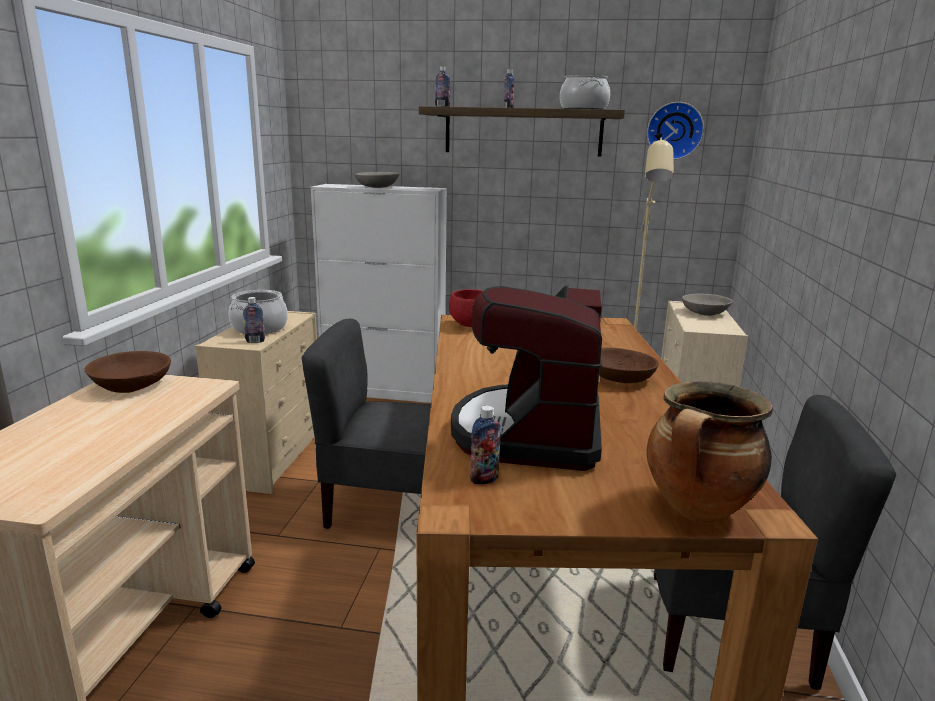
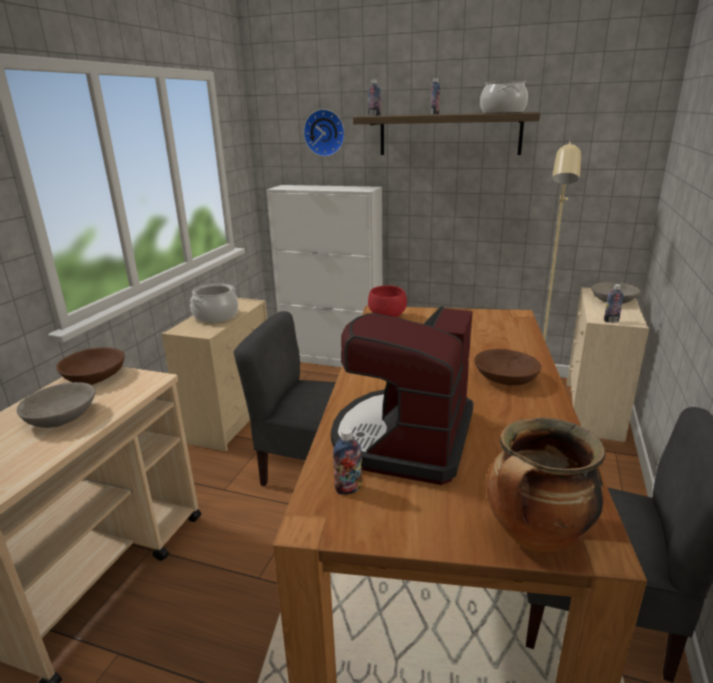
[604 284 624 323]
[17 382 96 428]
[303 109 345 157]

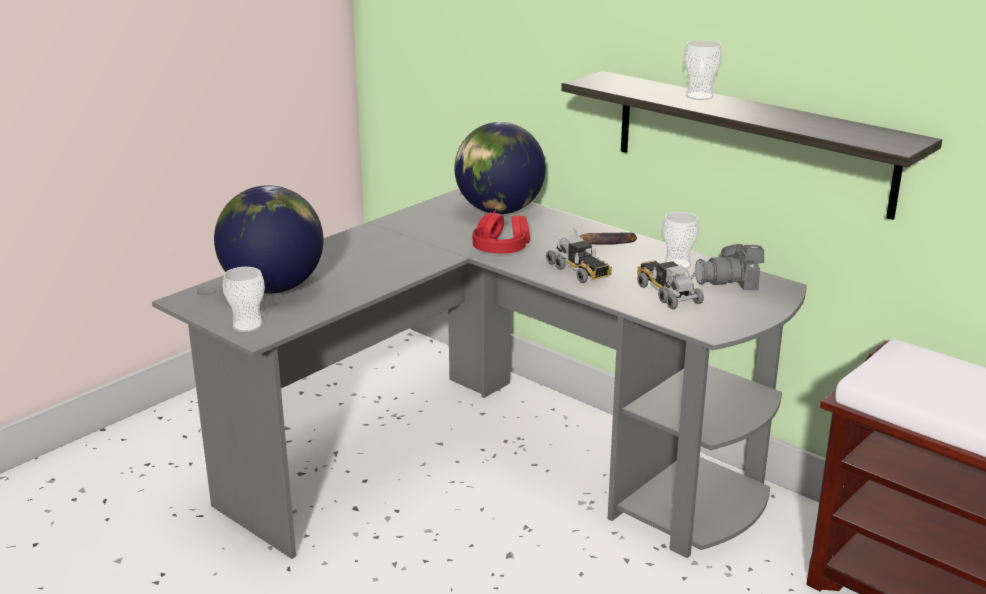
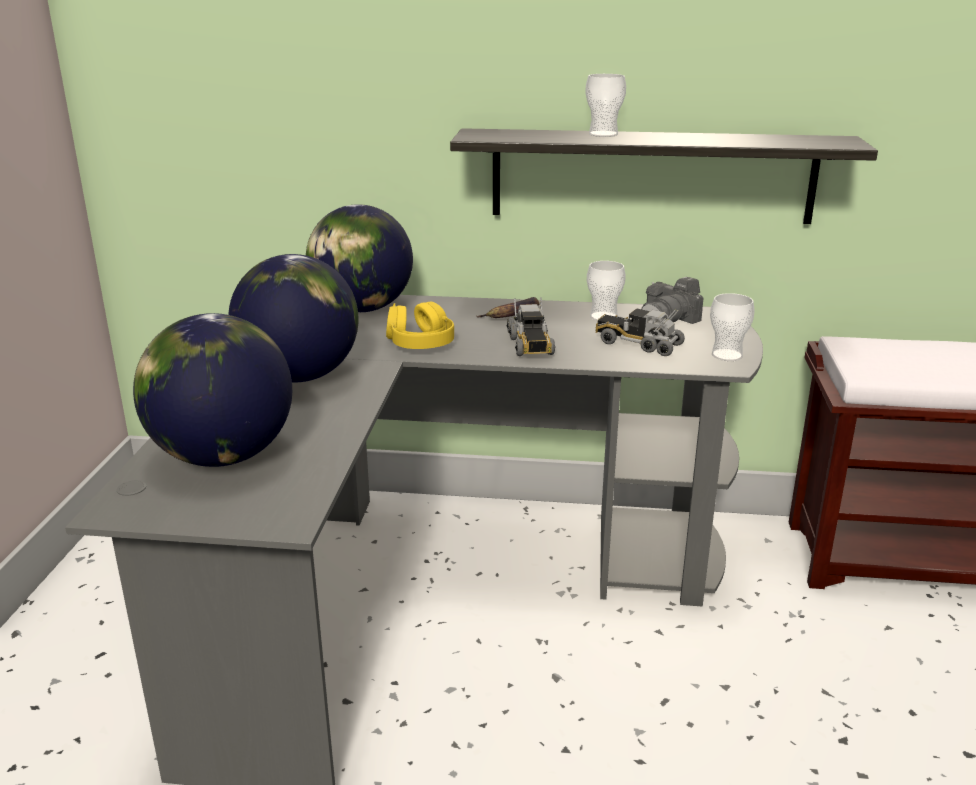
[228 254 359 383]
[710 293 755 361]
[386 302 454 349]
[506 297 556 356]

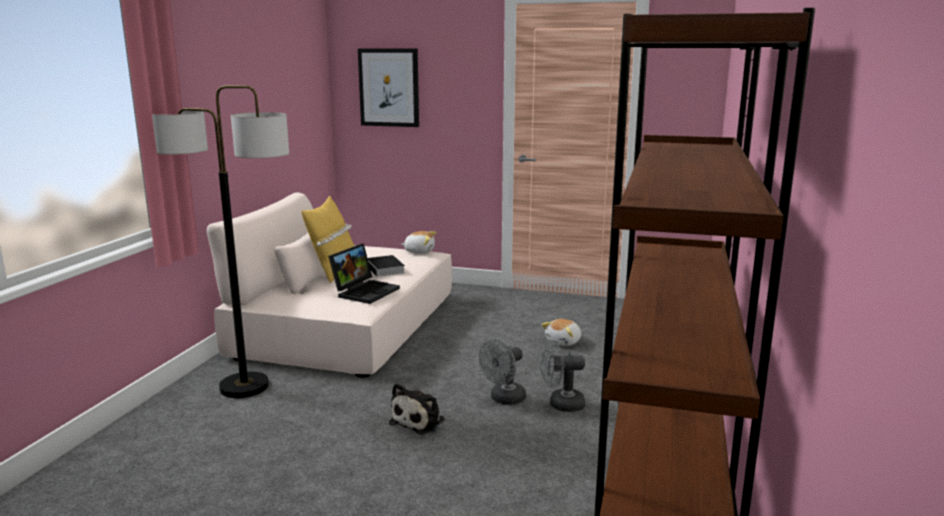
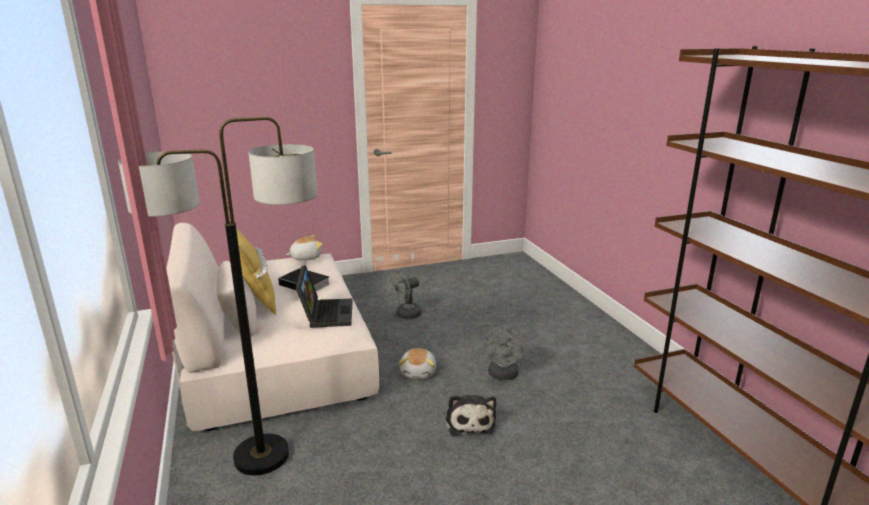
[358 48 419 127] (first image)
[386 271 422 319]
[398 348 436 379]

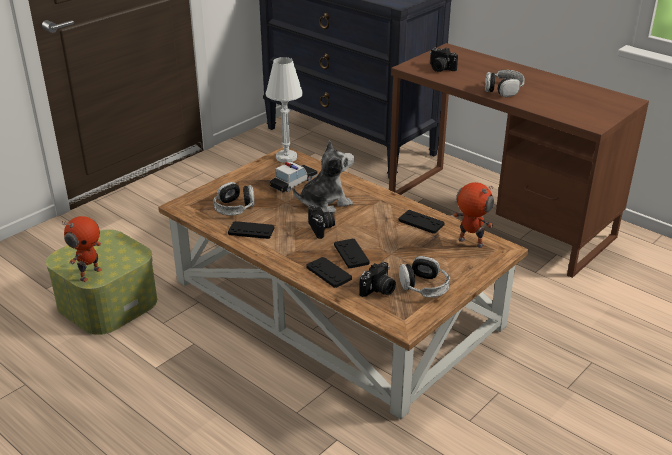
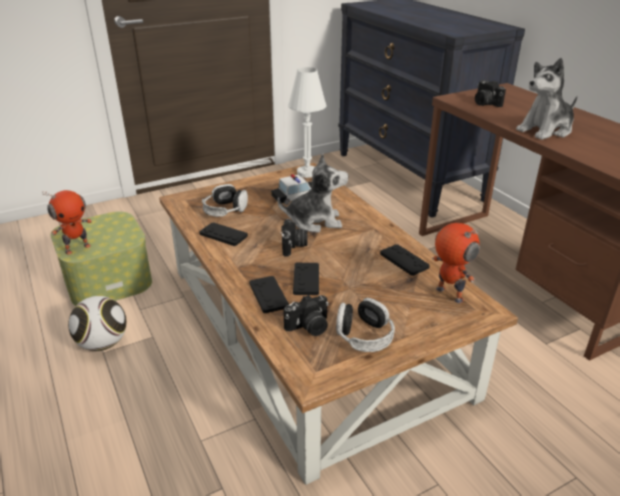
[68 296 126 351]
[516 58 578 140]

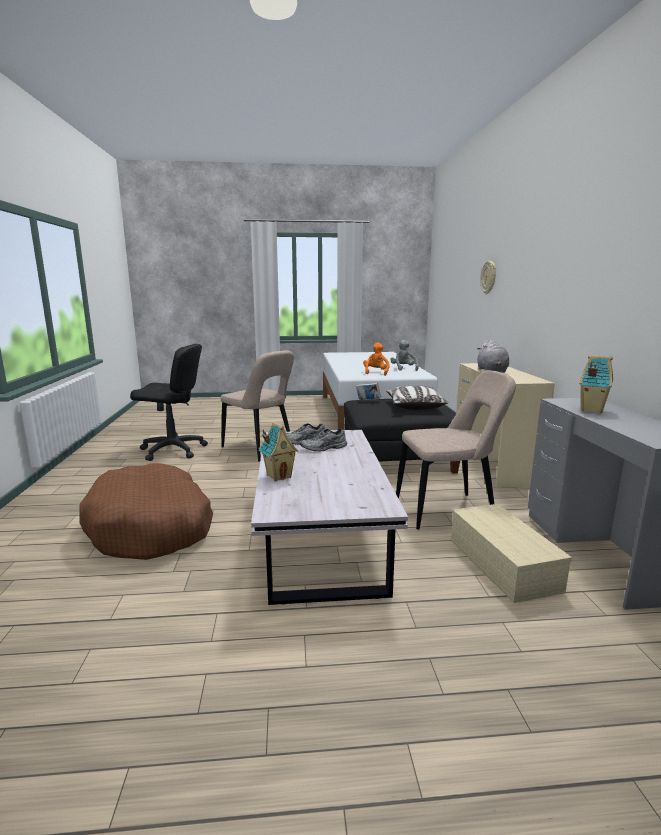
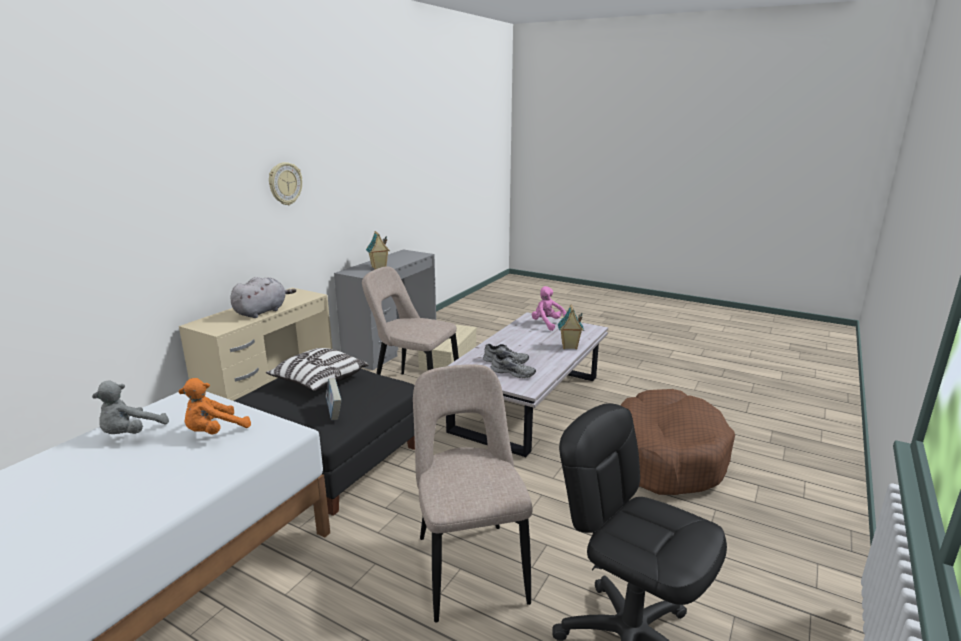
[532 286 567 331]
[269 162 302 205]

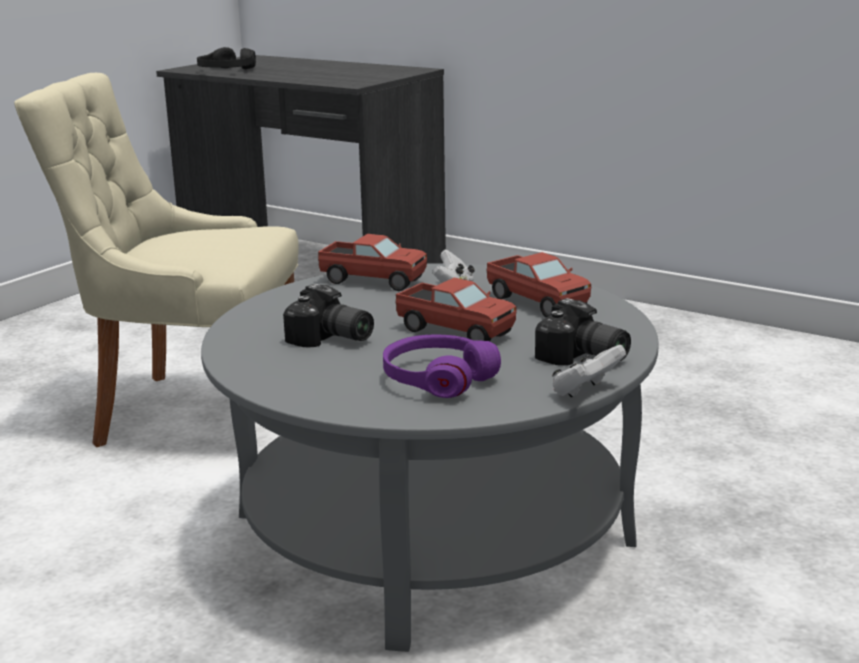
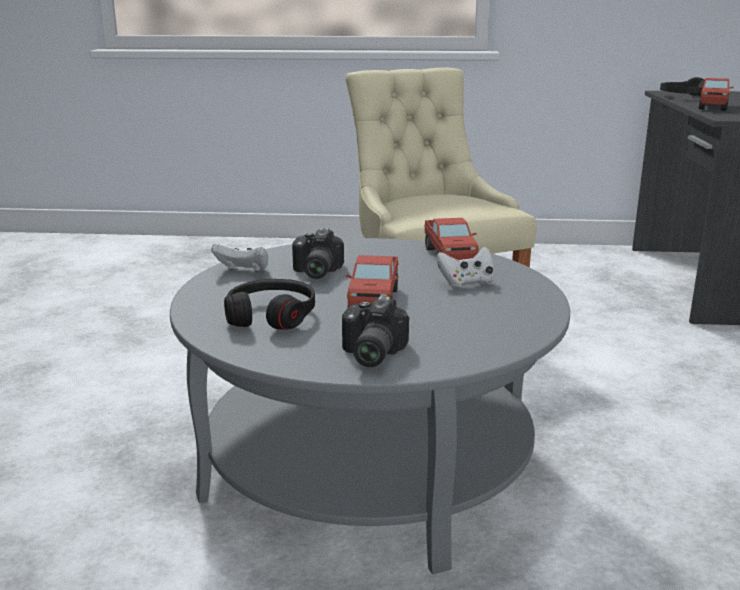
[699 78 734 111]
[212 244 268 272]
[224 279 315 330]

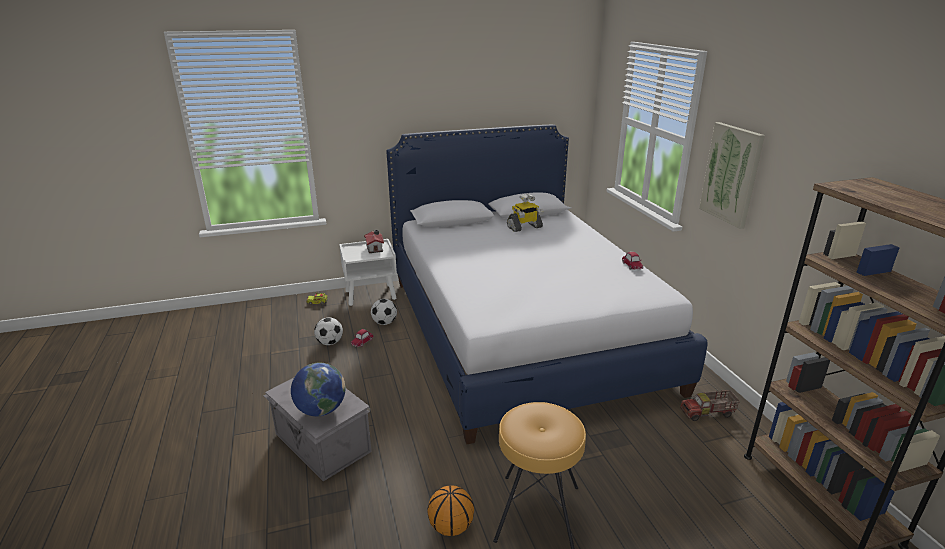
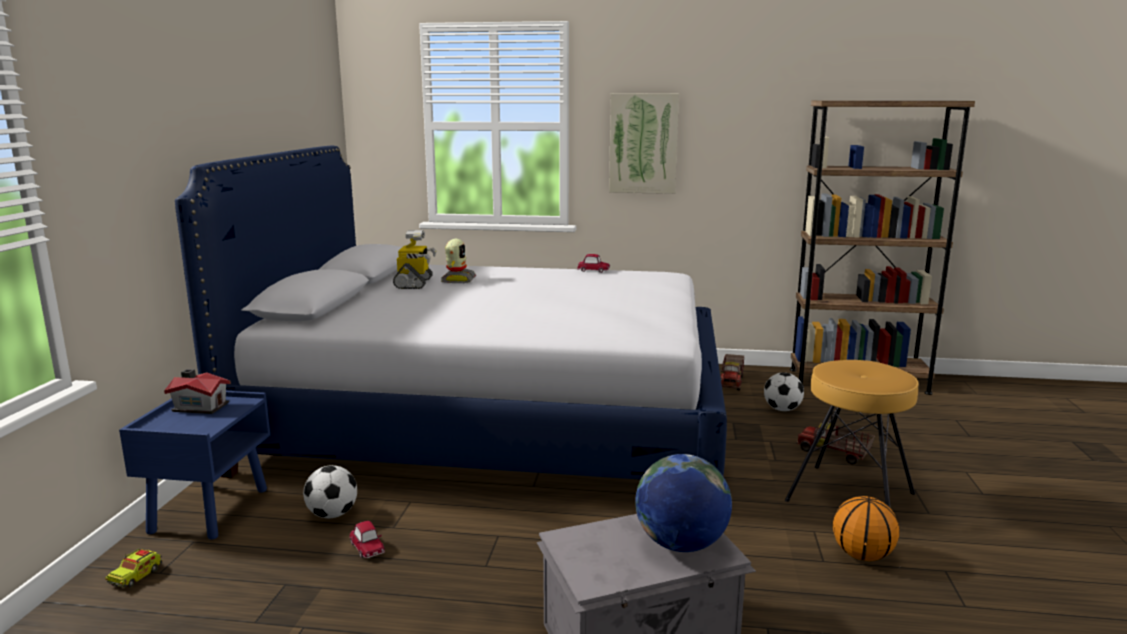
[441 239 476 283]
[797 422 875 464]
[764 372 804 411]
[119 391 270 539]

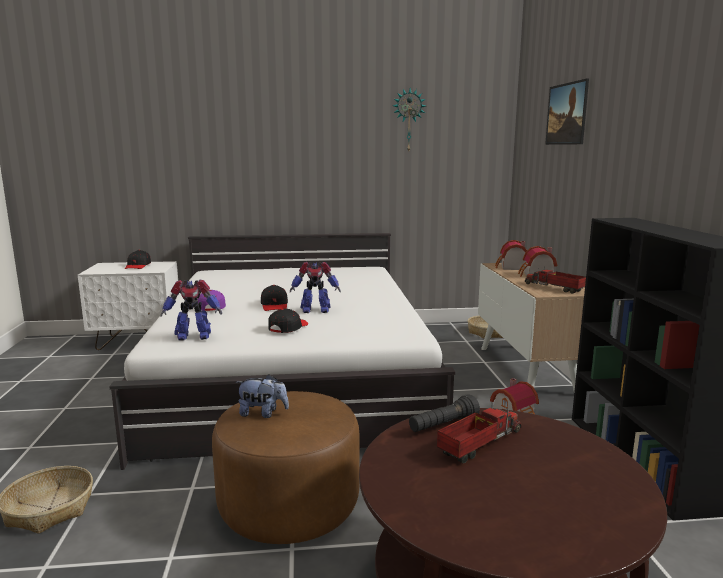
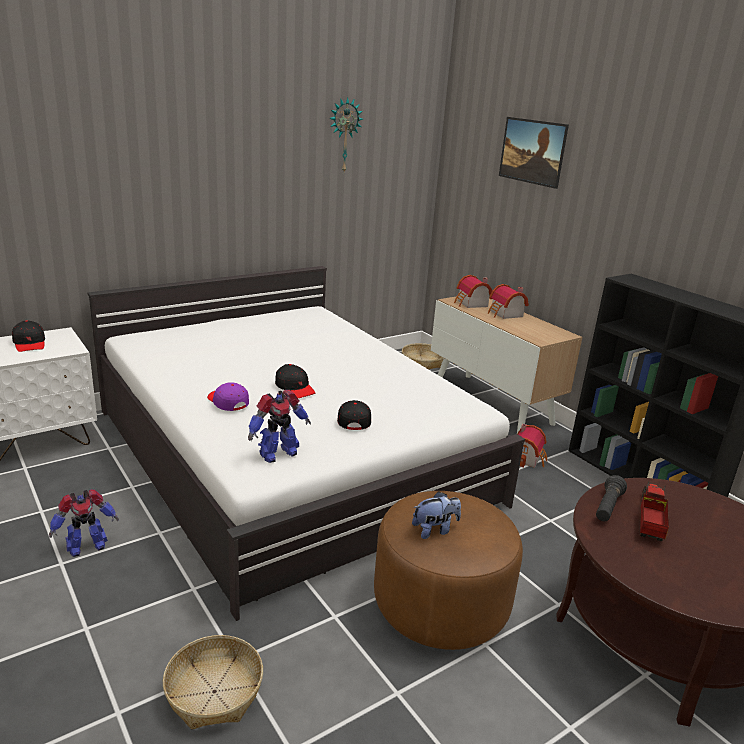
[525 267 586 294] (first image)
[49 489 119 557]

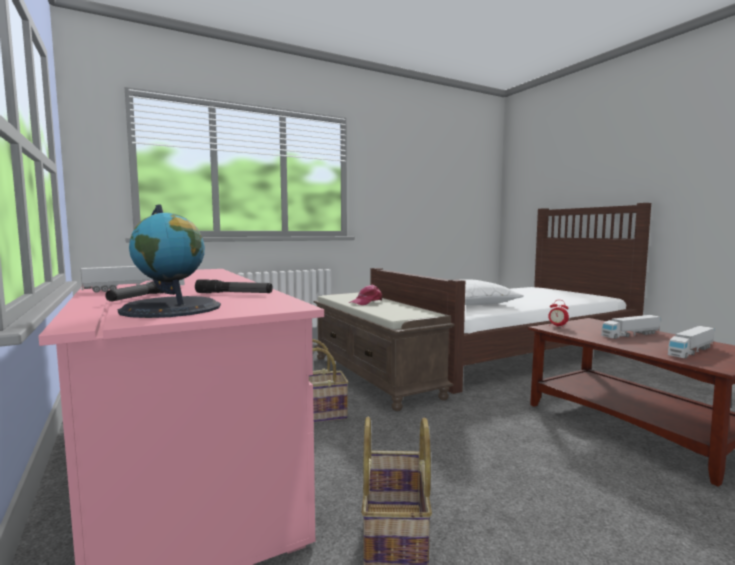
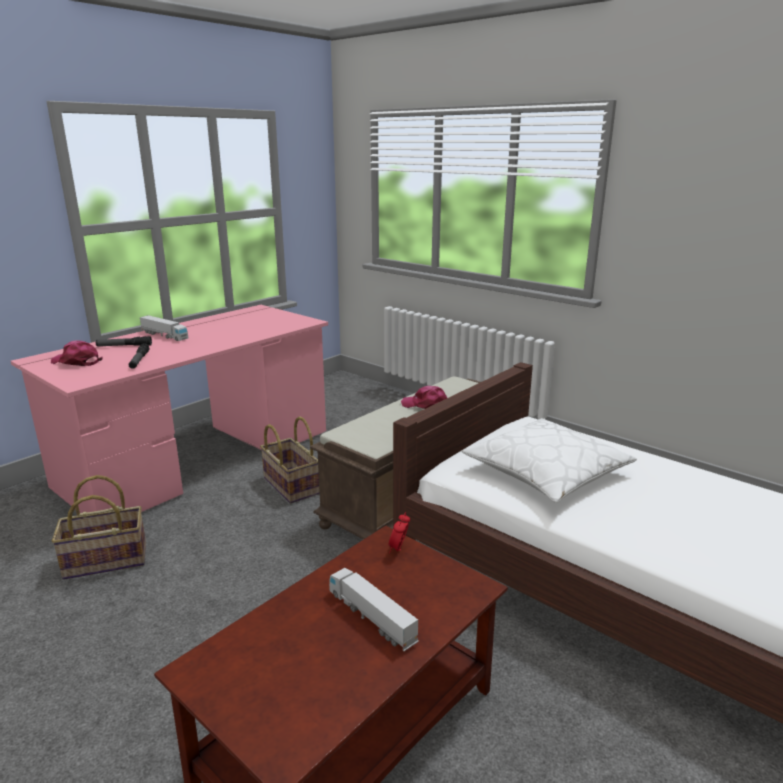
[668 326 714 358] (first image)
[51 341 102 366]

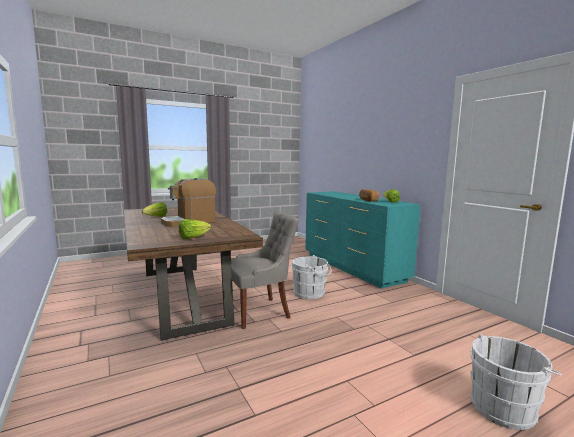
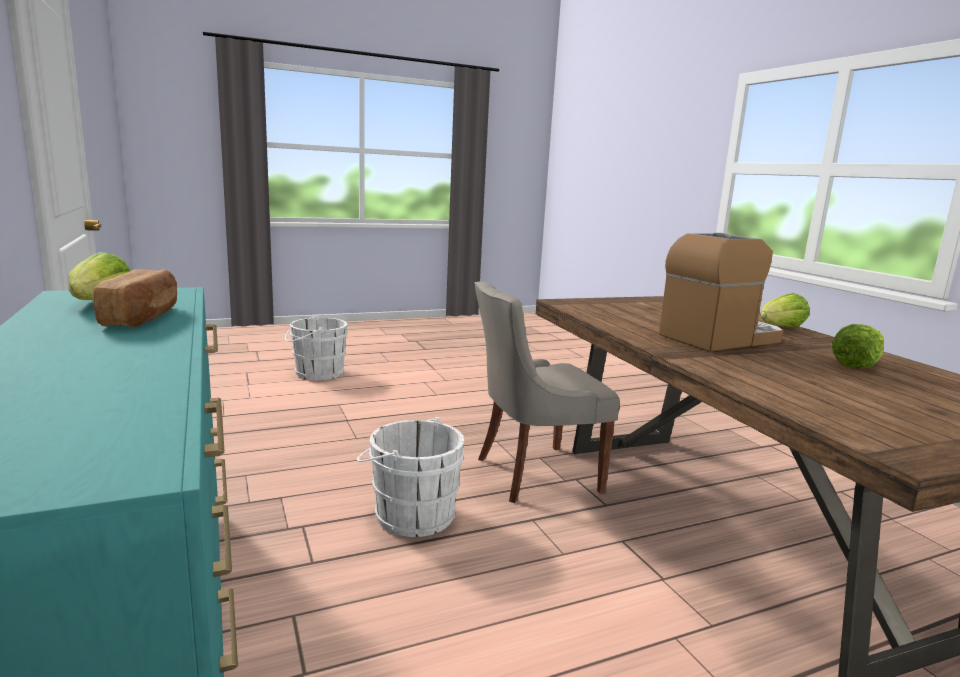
[761 293 810 328]

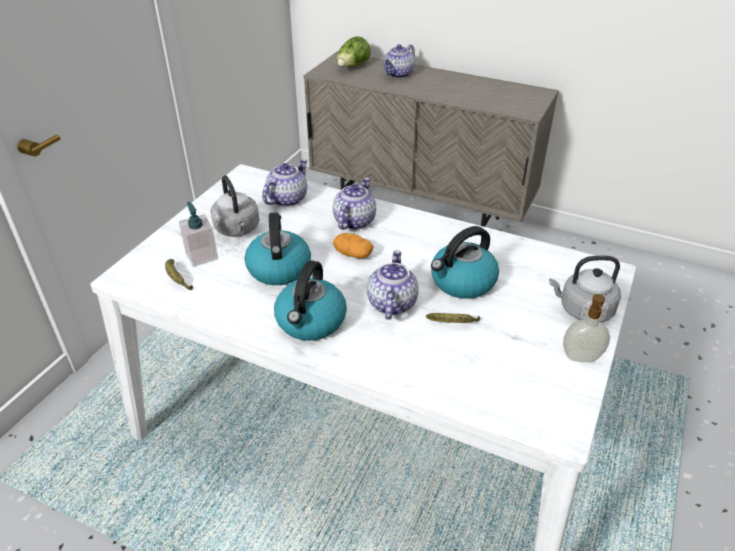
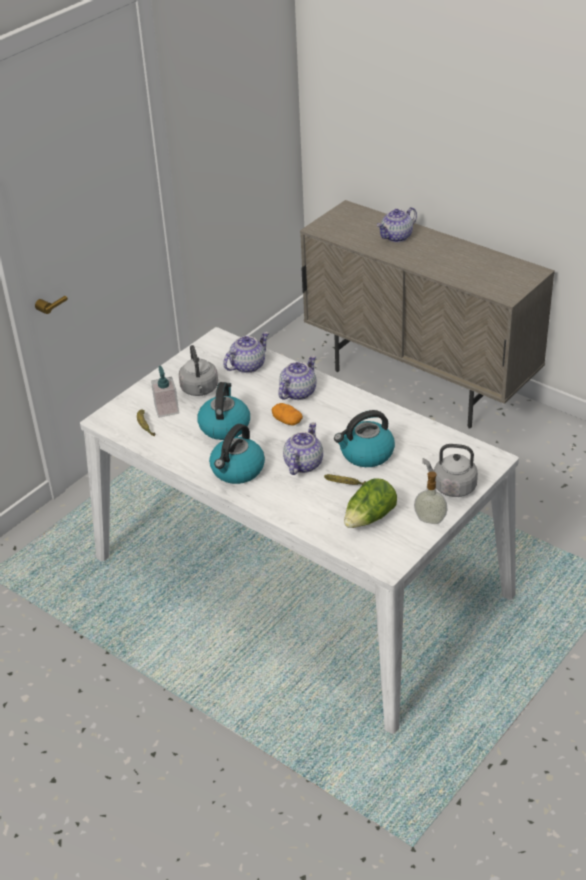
[344 478 397 528]

